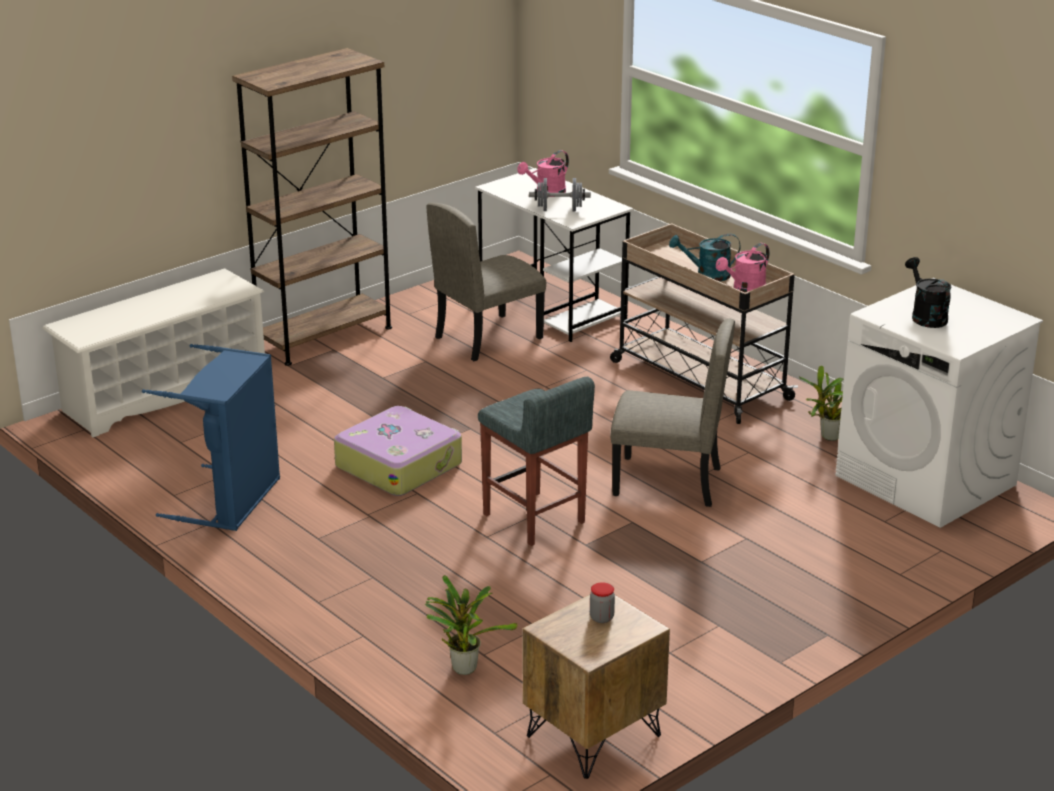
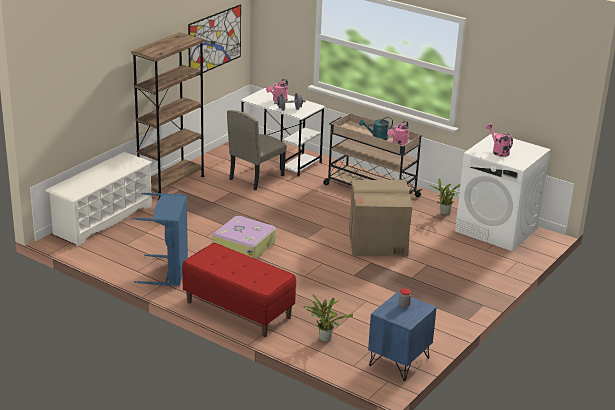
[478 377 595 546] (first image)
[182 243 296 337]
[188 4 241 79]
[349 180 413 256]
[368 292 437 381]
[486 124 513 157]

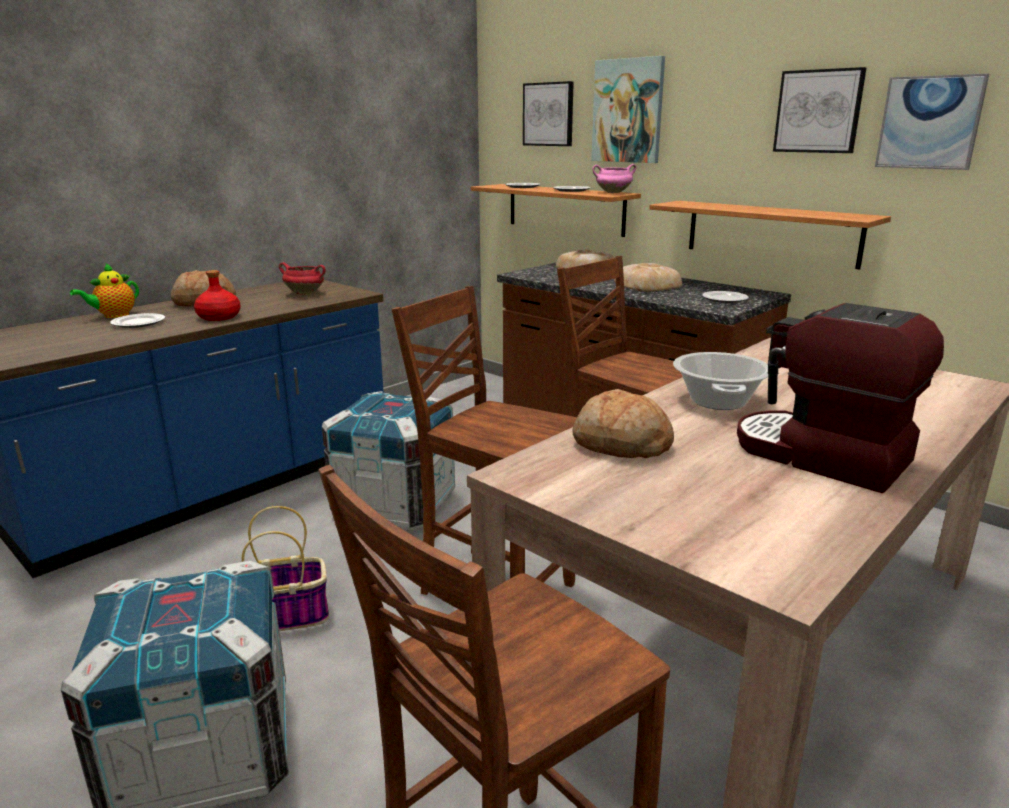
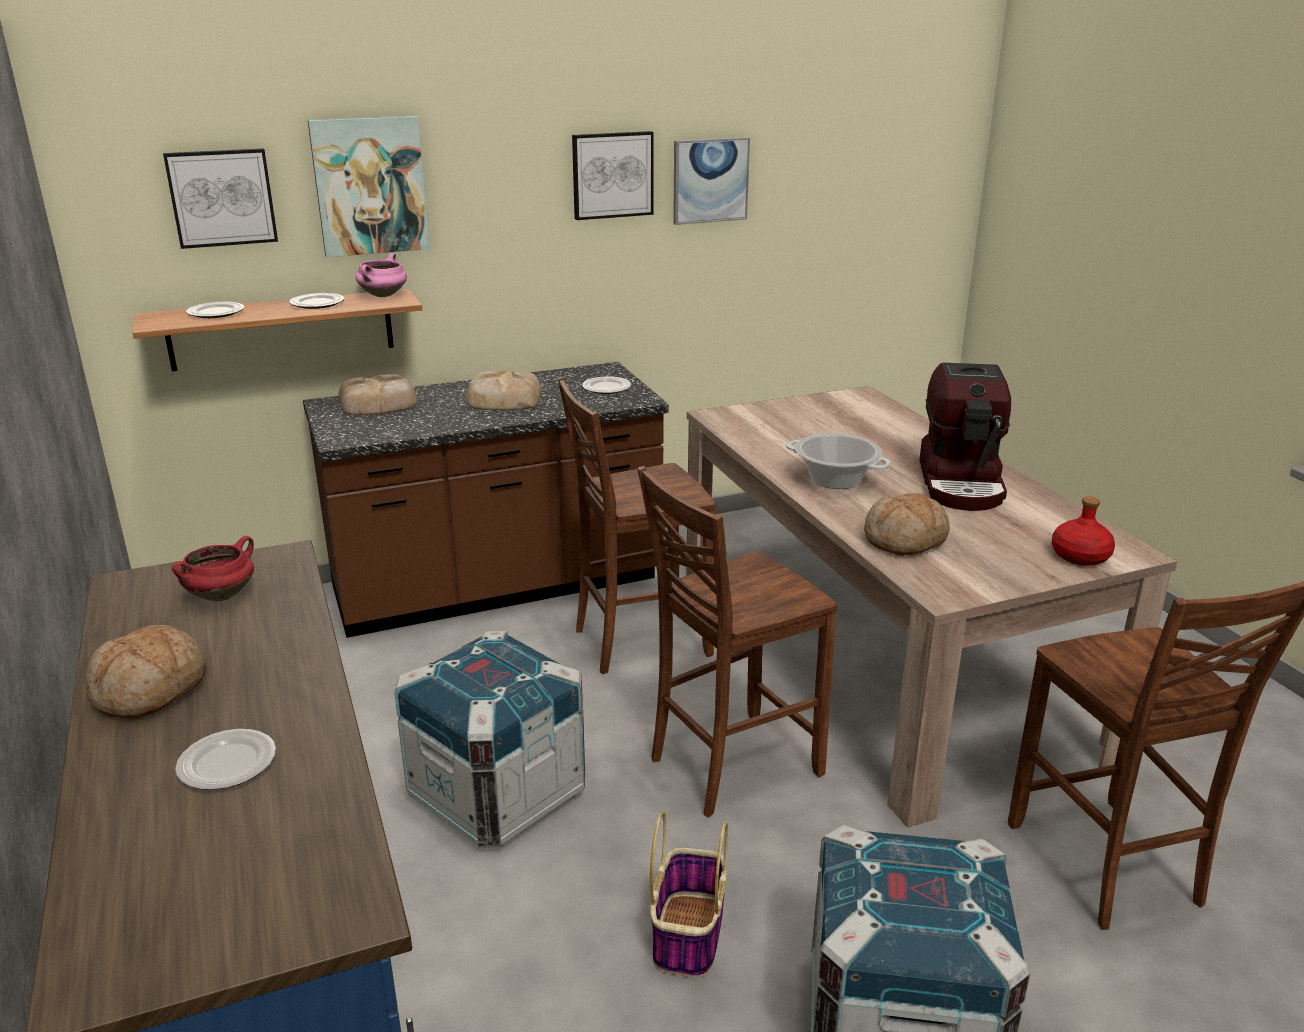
[70 263 139 318] (first image)
[649 201 891 269] (first image)
[1052 496 1115 566]
[919 363 1011 511]

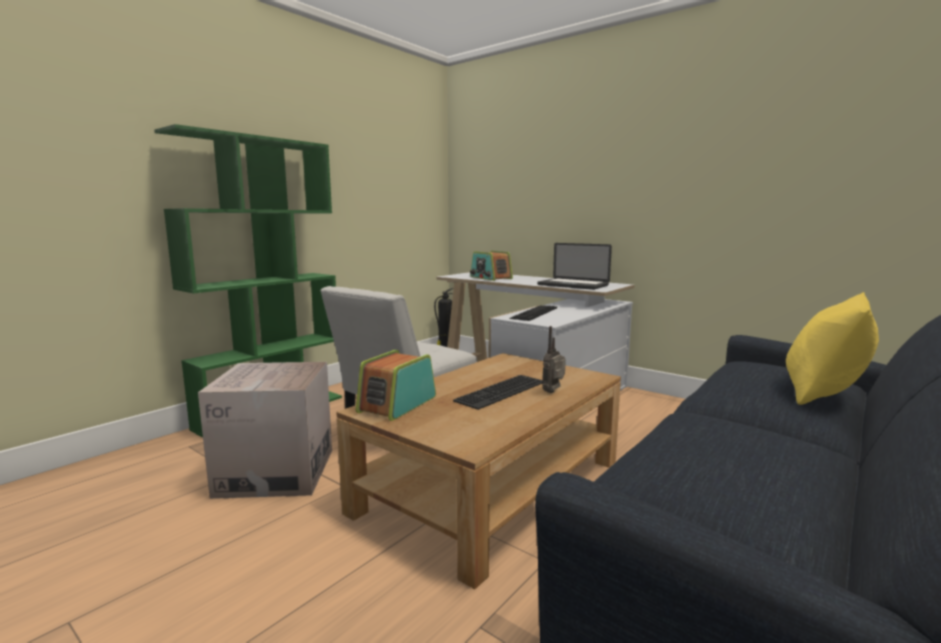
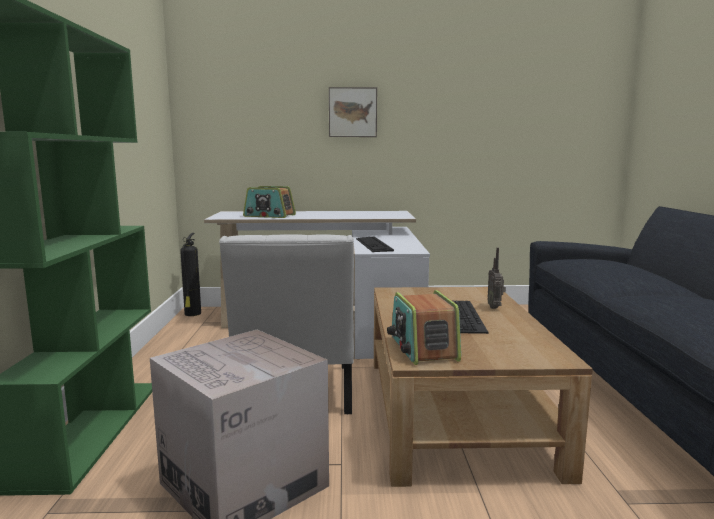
[537 243 612 290] (first image)
[786 292 879 405] (first image)
[329 87 377 137]

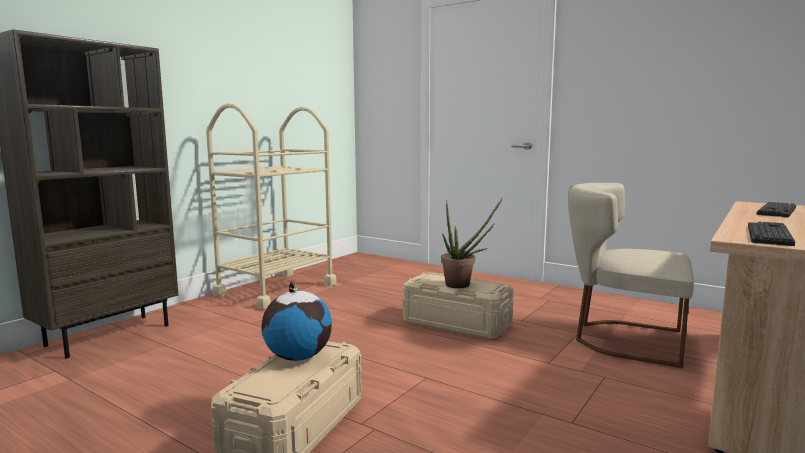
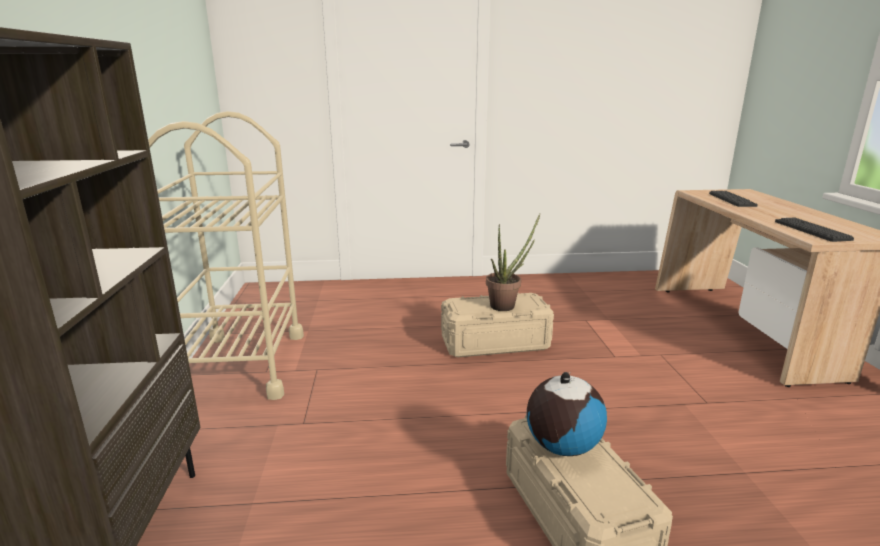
[568 183 694 368] (first image)

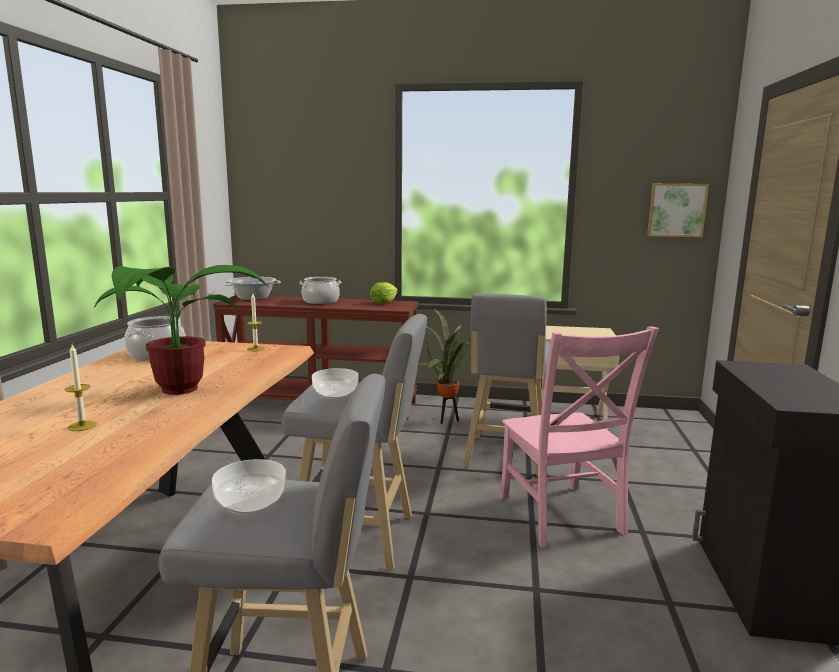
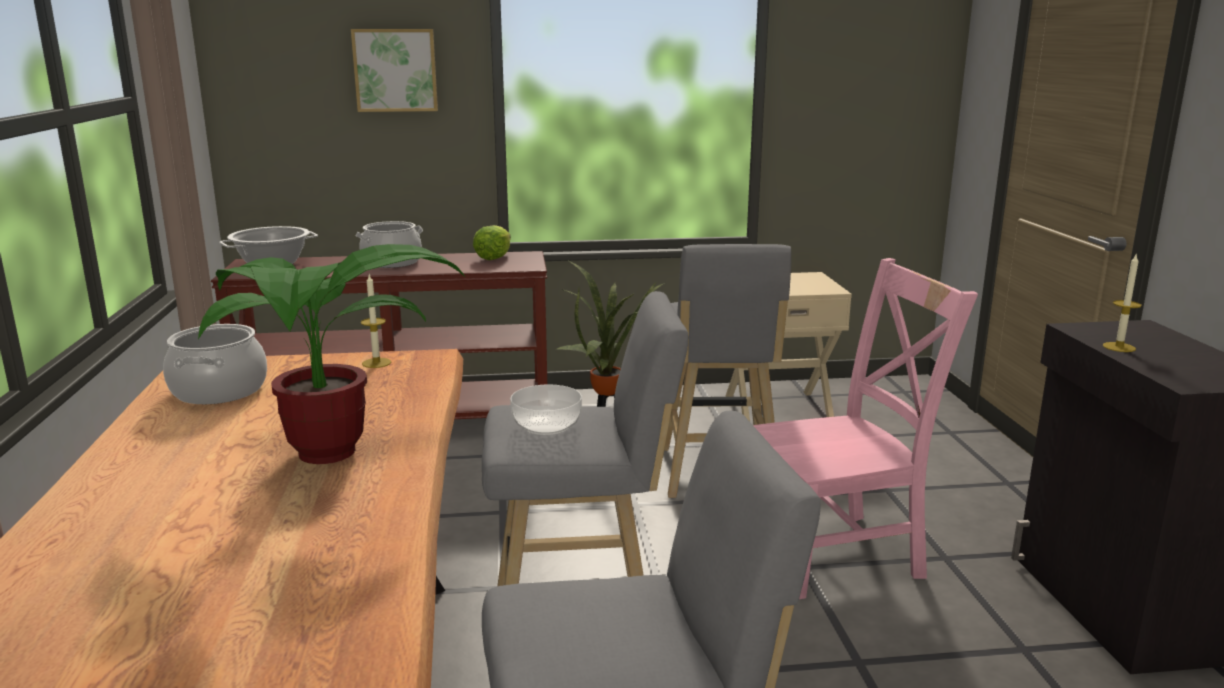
[212 459 286 515] (first image)
[1103 253 1142 352]
[351 29 438 112]
[753 258 978 599]

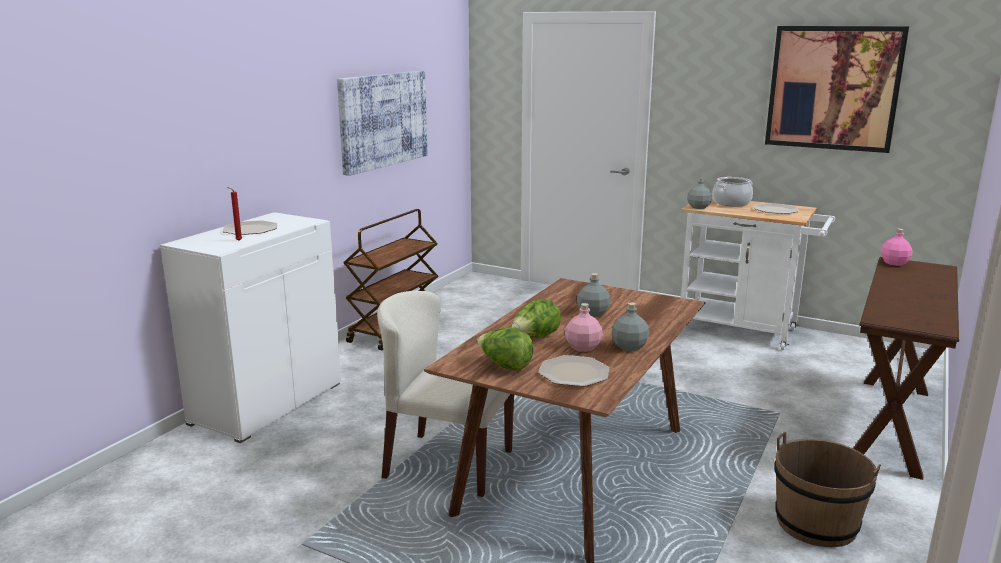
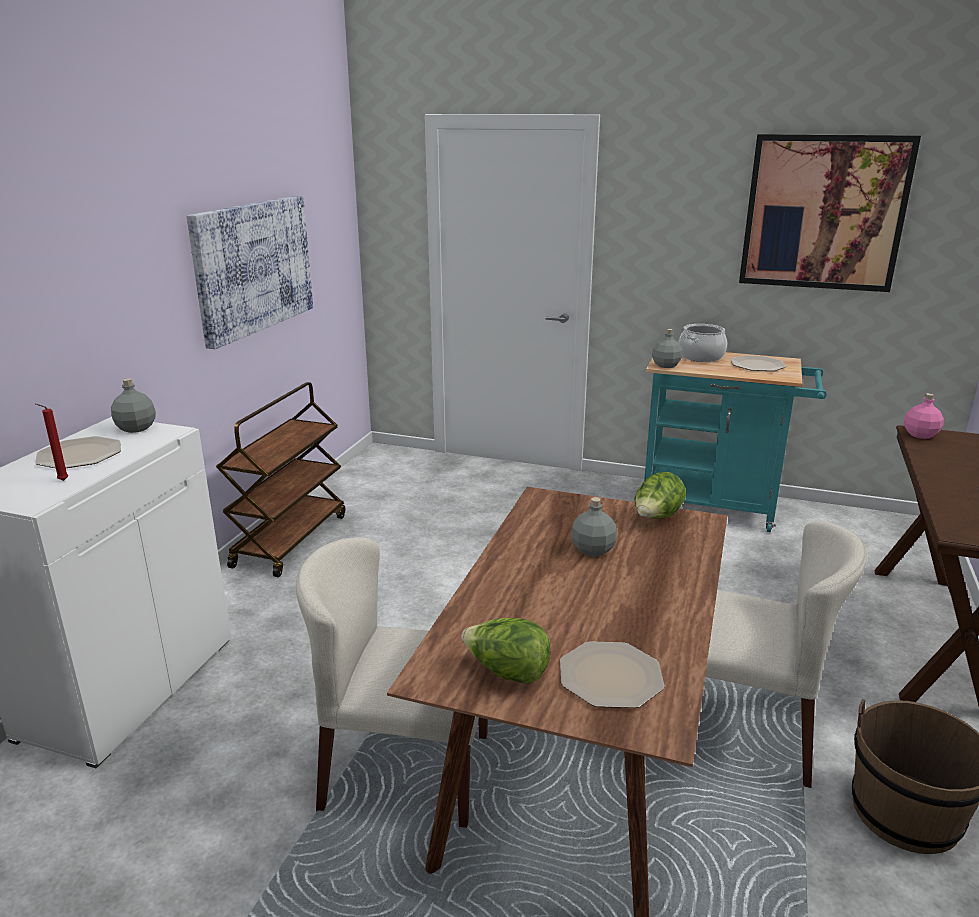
[565 303 603 352] (first image)
[705 521 867 788]
[635 472 686 519]
[111 378 156 433]
[644 352 826 532]

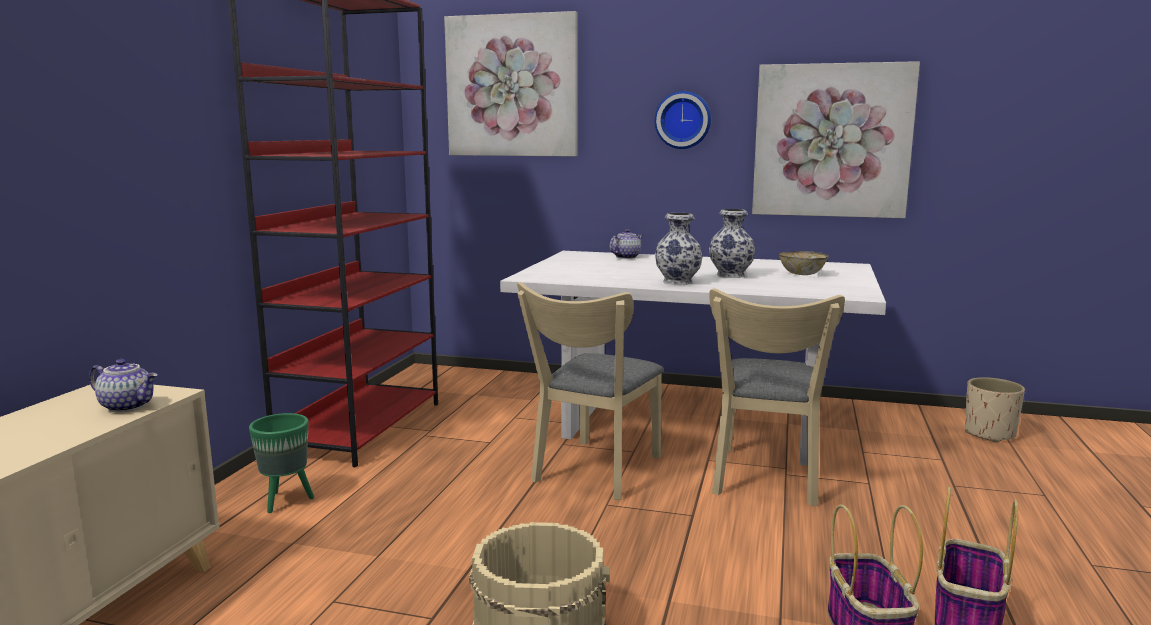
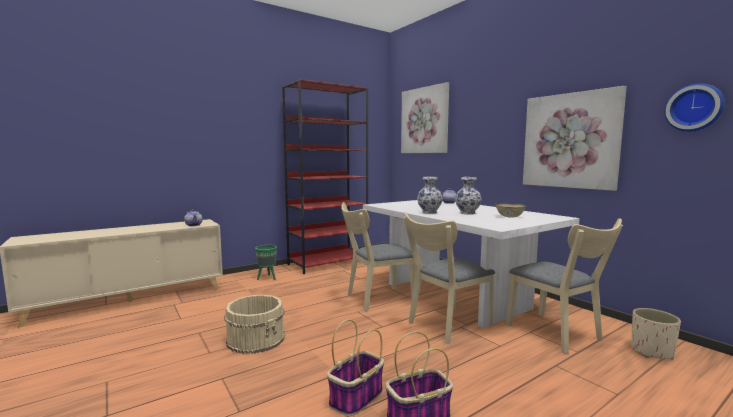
[506 218 623 354]
[665 83 725 132]

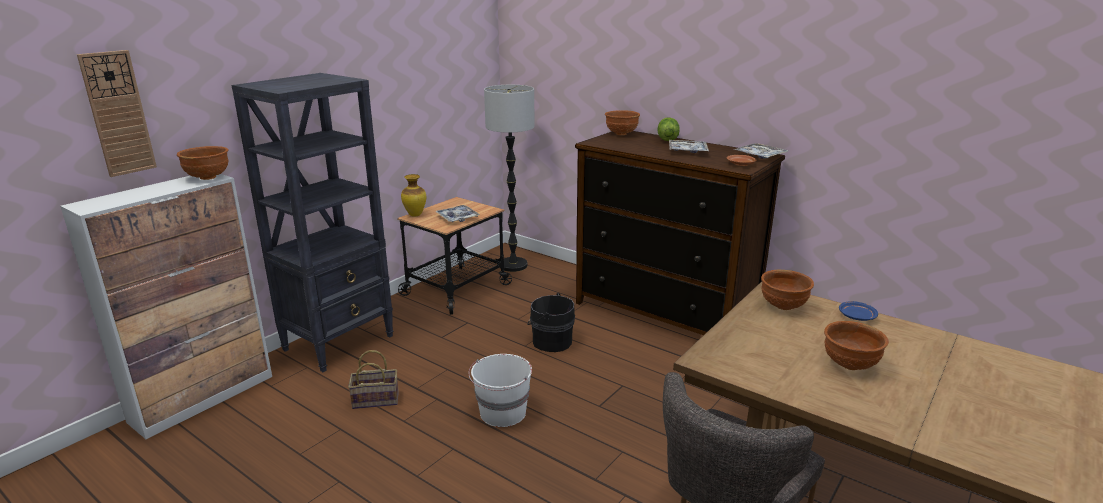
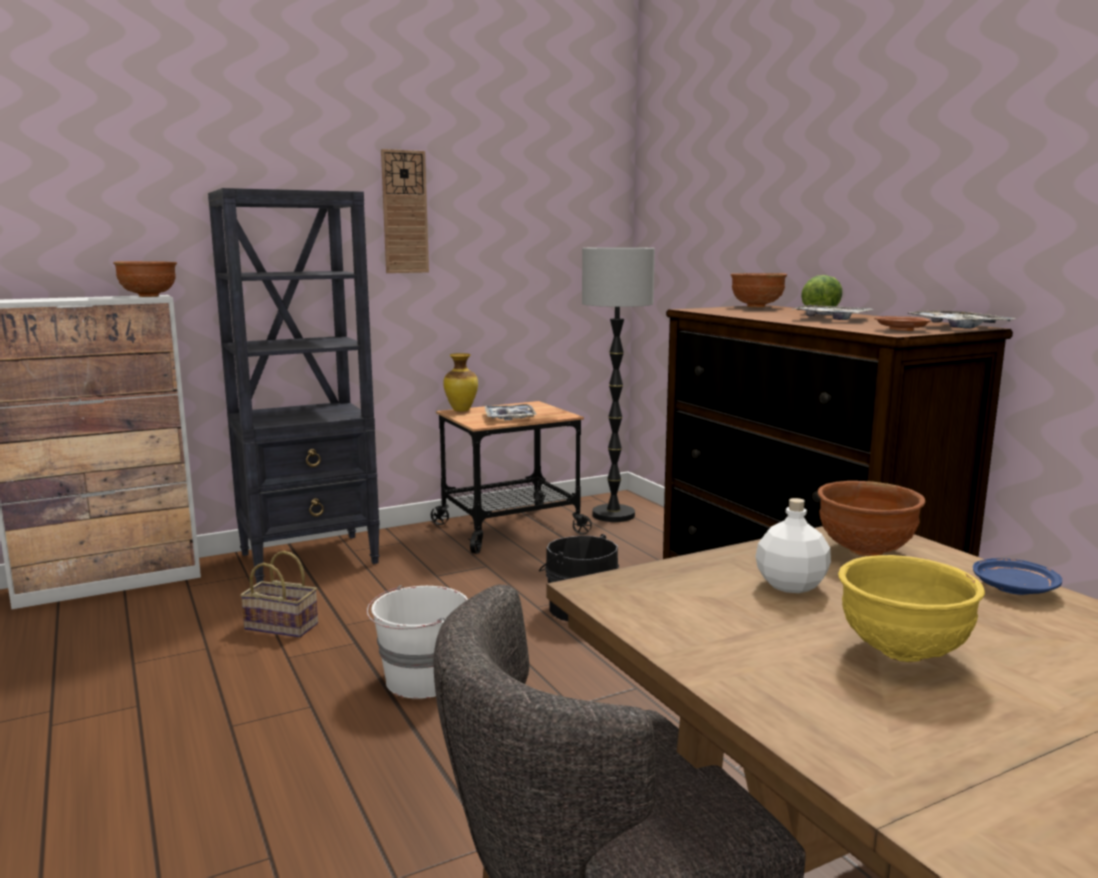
[755 498 831 593]
[381 149 429 273]
[838 555 985 662]

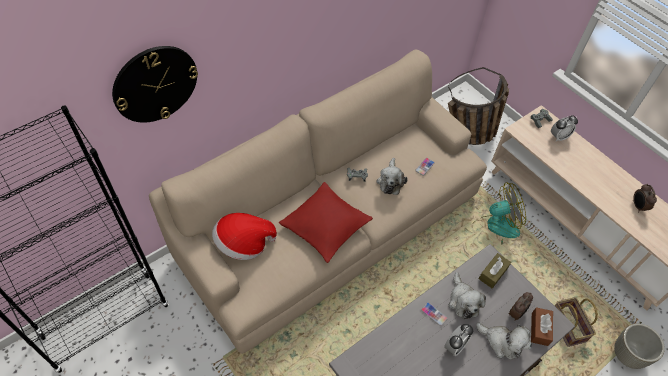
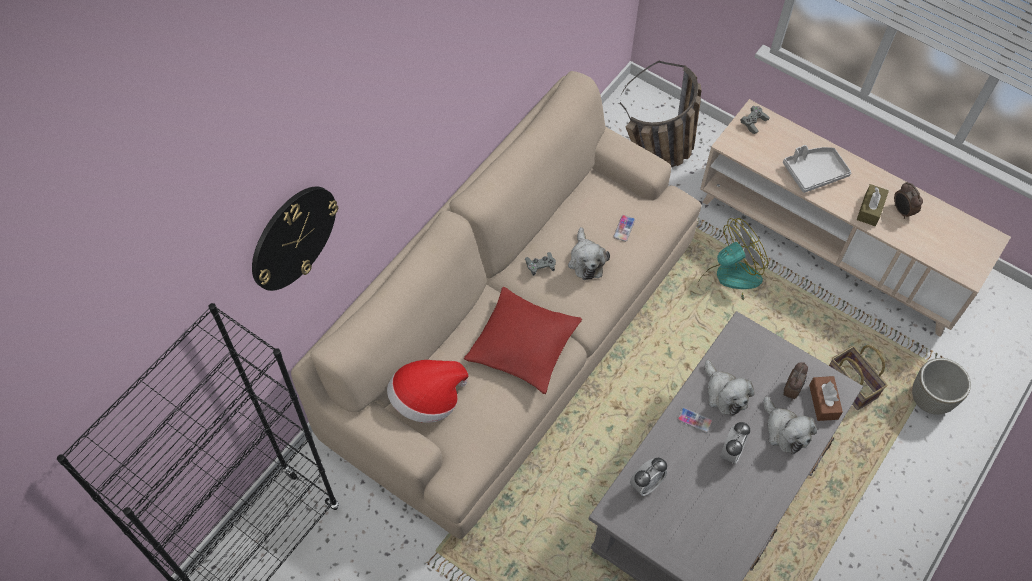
[783 145 851 193]
[857 184 889 226]
[630 458 667 496]
[763 396 817 454]

